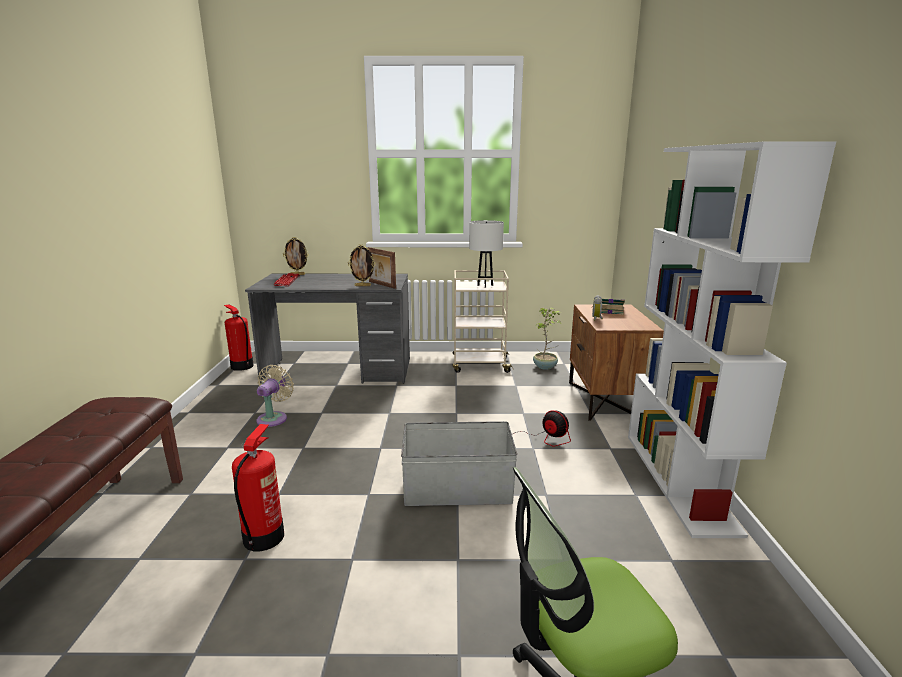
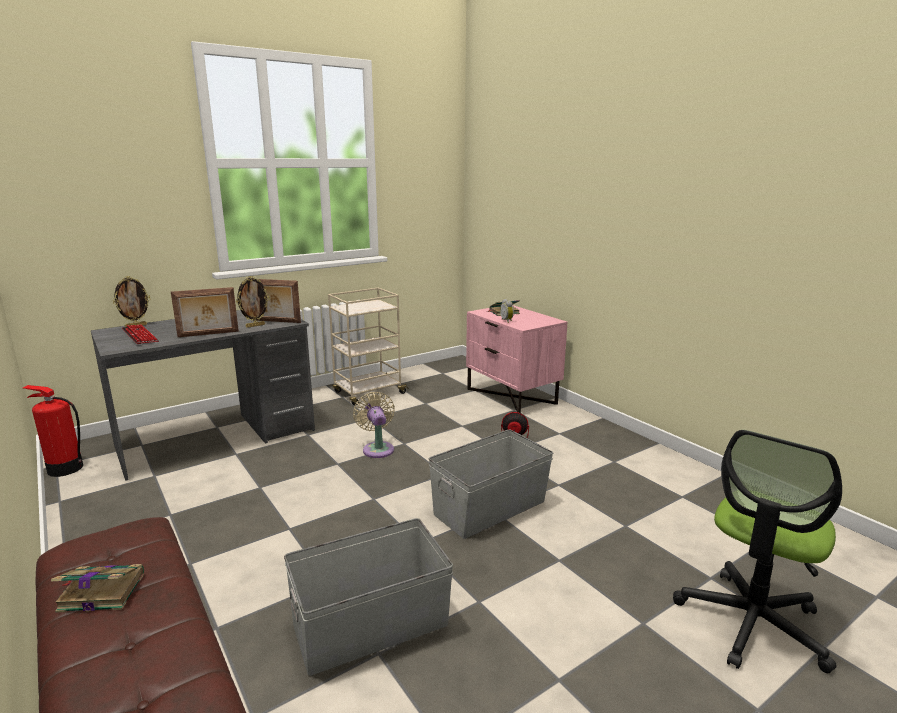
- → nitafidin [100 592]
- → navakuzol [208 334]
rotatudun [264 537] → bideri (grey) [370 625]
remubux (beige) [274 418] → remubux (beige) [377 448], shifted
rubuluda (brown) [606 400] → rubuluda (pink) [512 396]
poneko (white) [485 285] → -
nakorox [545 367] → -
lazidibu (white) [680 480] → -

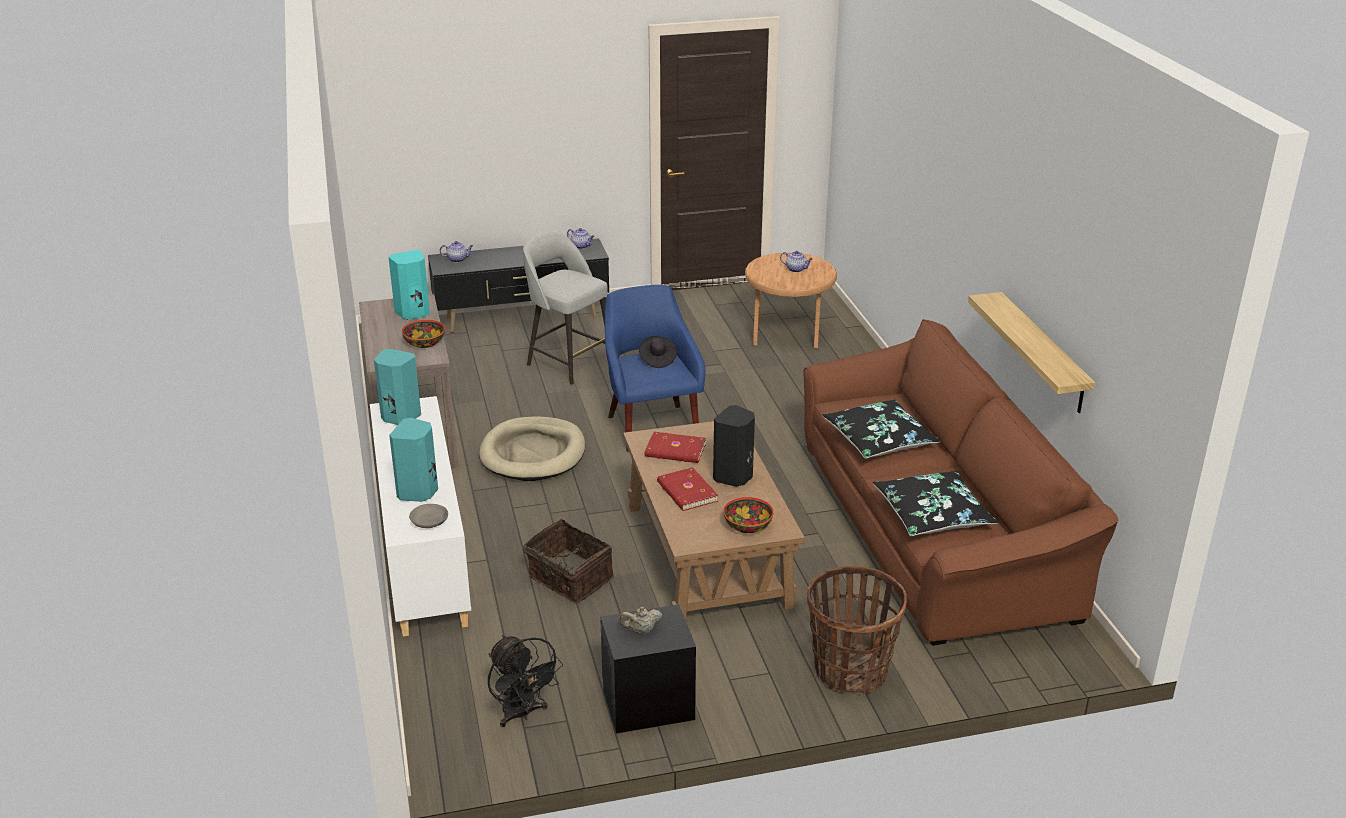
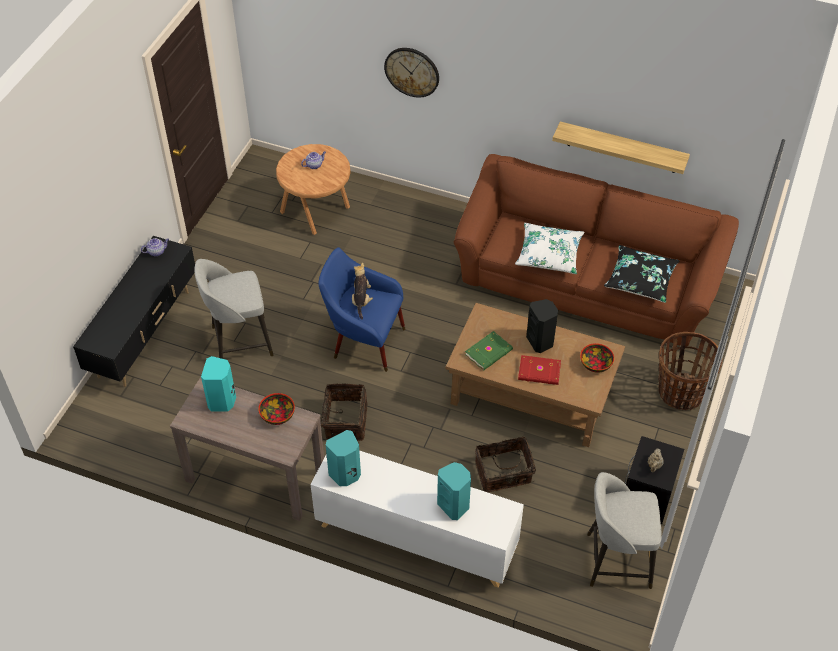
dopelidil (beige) [533 453] → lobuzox [344 421]
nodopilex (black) [657 359] → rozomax [361 300]
- → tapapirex [412 72]
nitafidin (red) [675 451] → nitafidin (green) [489 352]
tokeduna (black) [879 439] → tokeduna (white) [549 254]
remubux (black) [522 714] → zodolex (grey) [616 560]
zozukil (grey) [430 521] → -
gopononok [458 259] → -

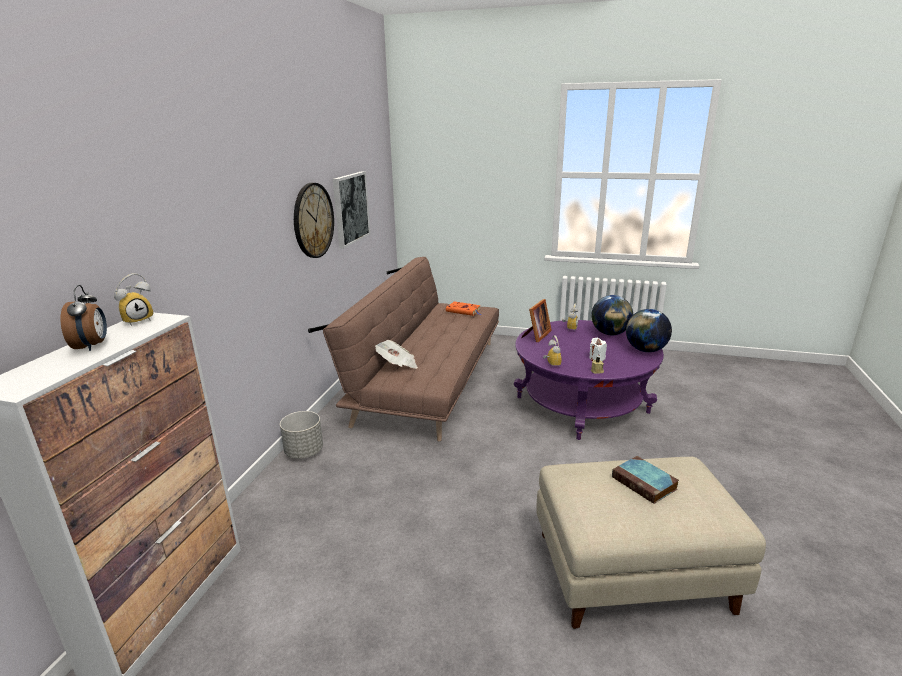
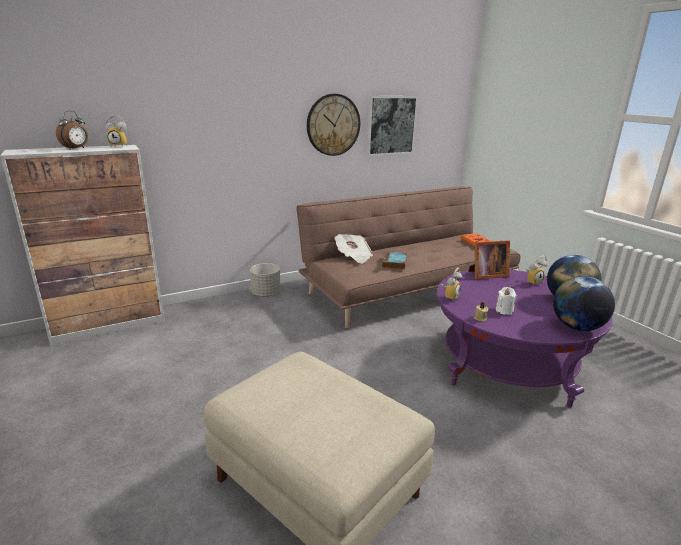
nitafidin [645 483] → nitafidin [394 263], shifted

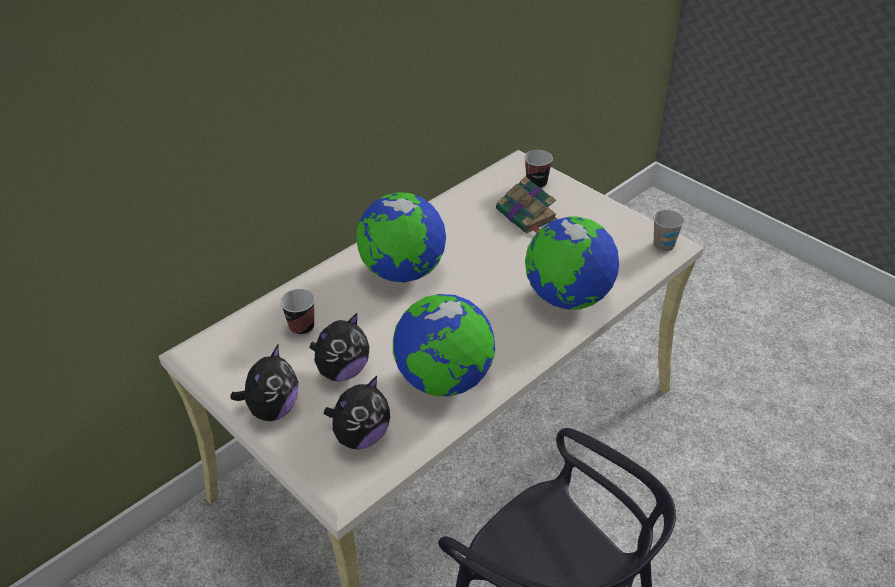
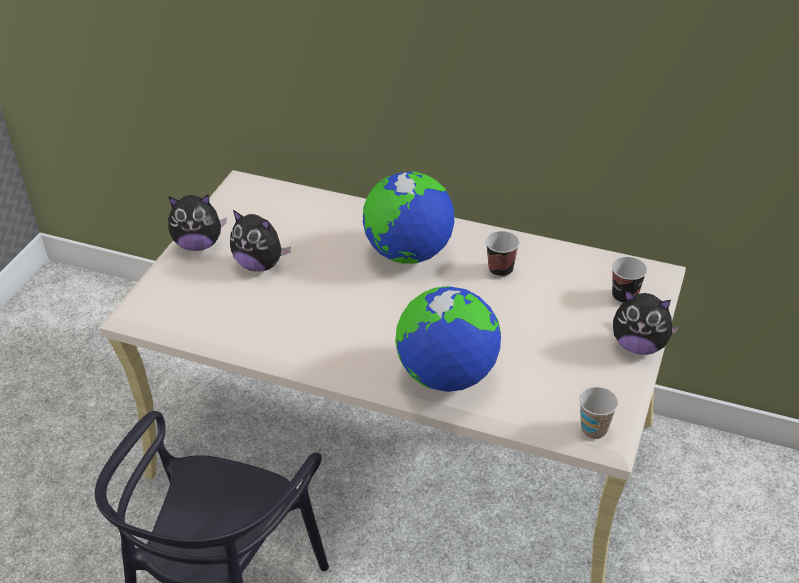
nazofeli [302 327] → nazofeli [500 270], shifted
rozomax [361 436] → rozomax [639 345], shifted
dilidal [444 380] → -
nitafidin [527 216] → -

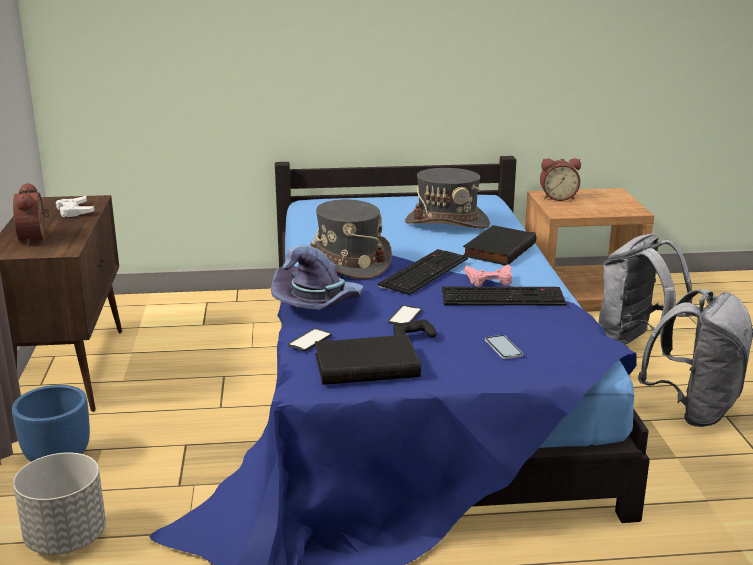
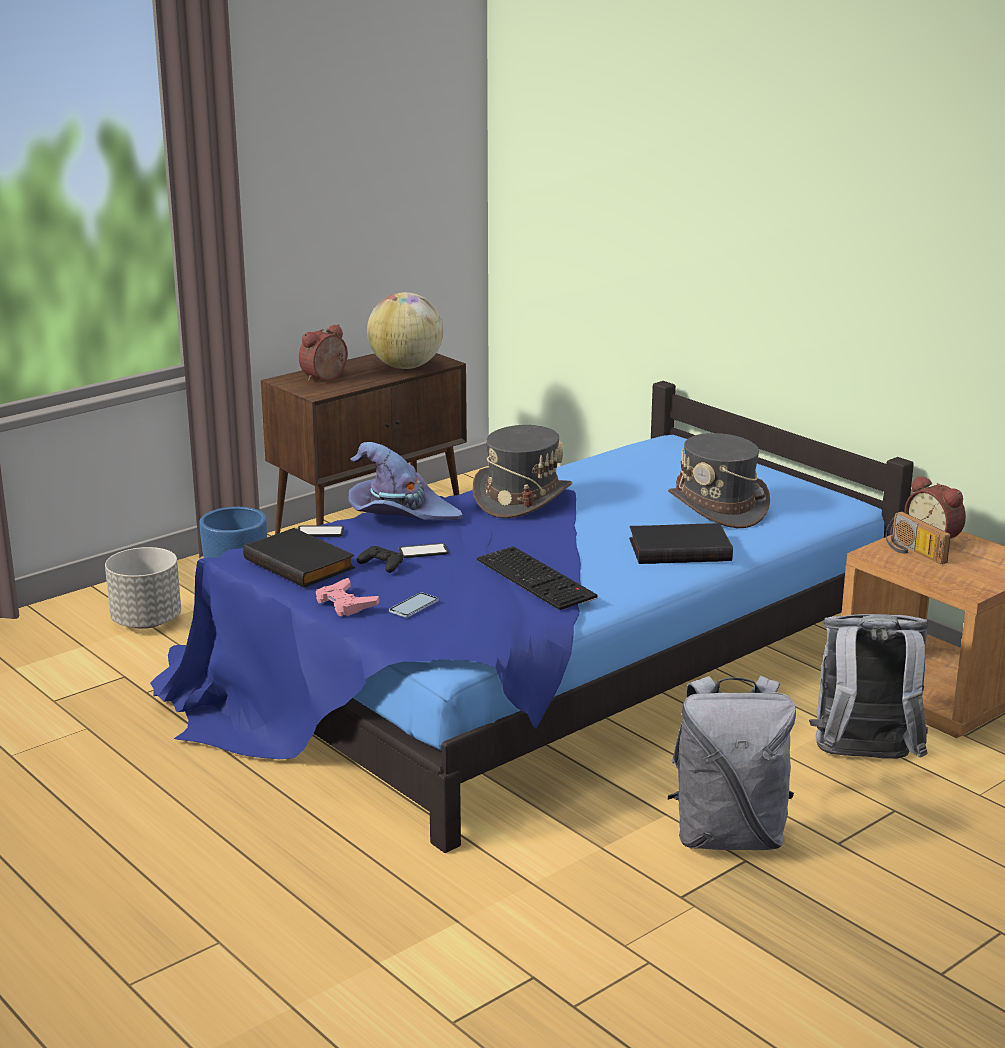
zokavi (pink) [489 280] → zokavi (pink) [345 603], shifted
zokavi (white) [74 211] → dilidal [406 367]
- → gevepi [912 552]
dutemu [423 271] → -

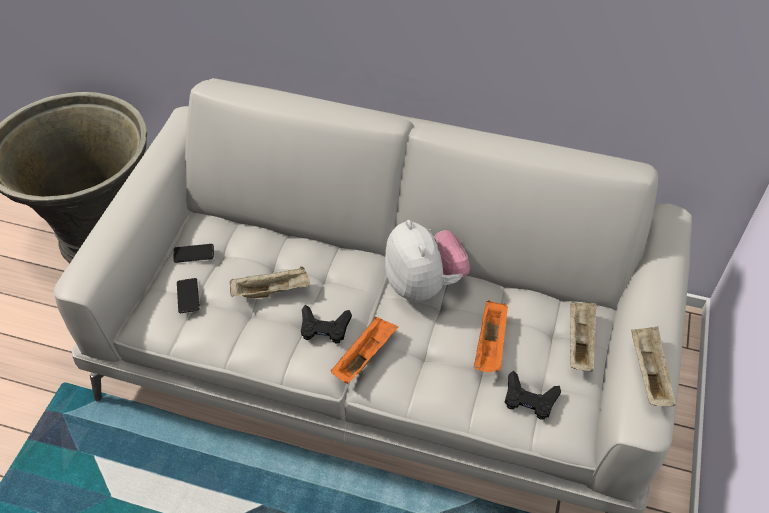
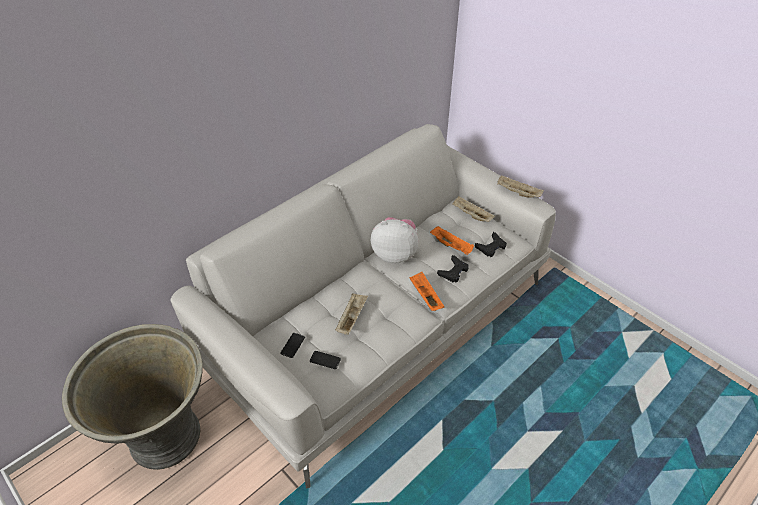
zokavi (black) [324 328] → zokavi (black) [453 271], shifted

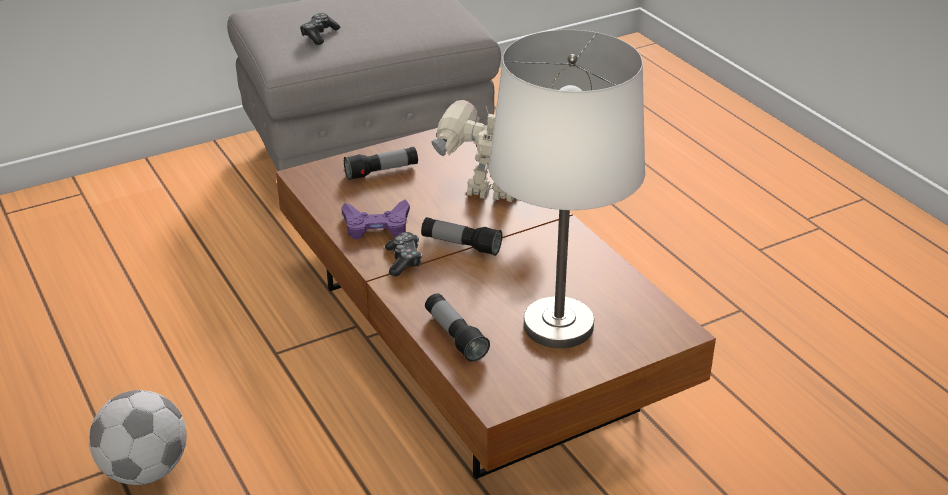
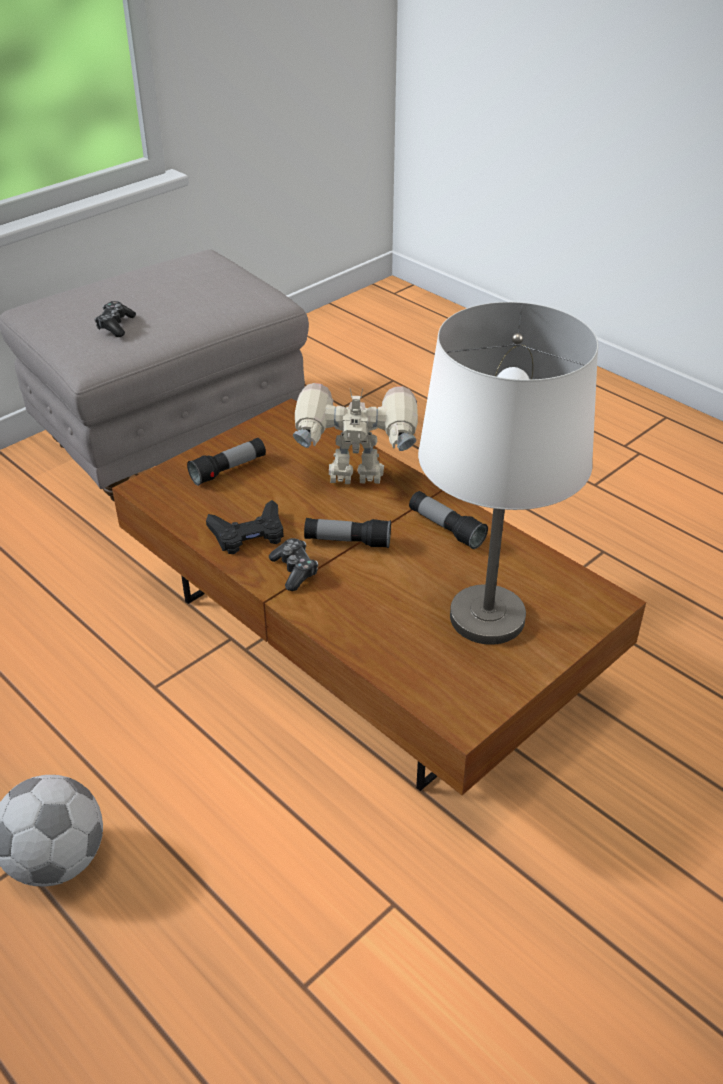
zokavi (purple) [376 225] → zokavi (black) [248 534]
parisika [455 336] → parisika [446 528], shifted

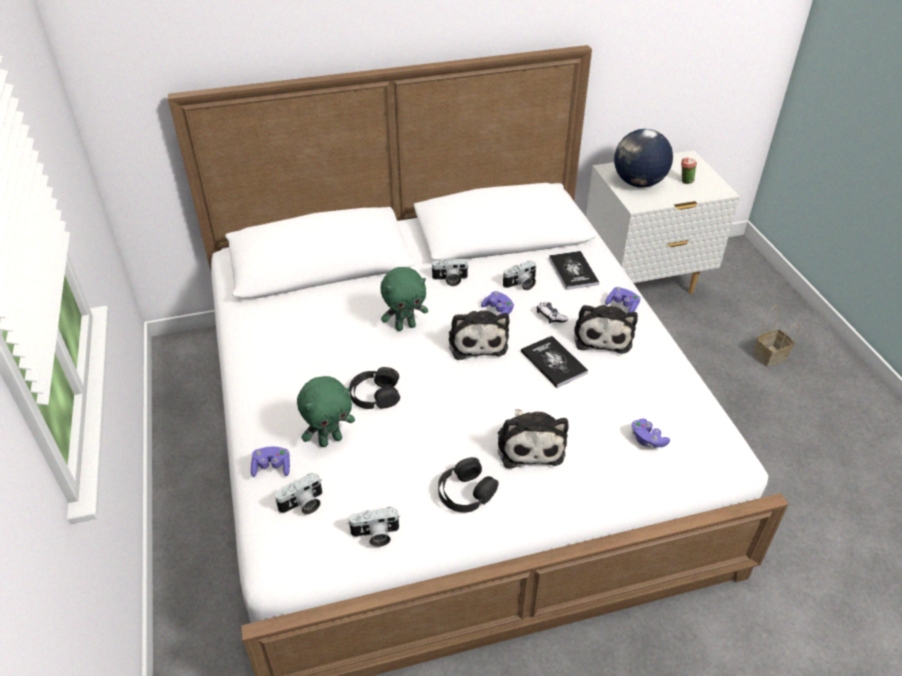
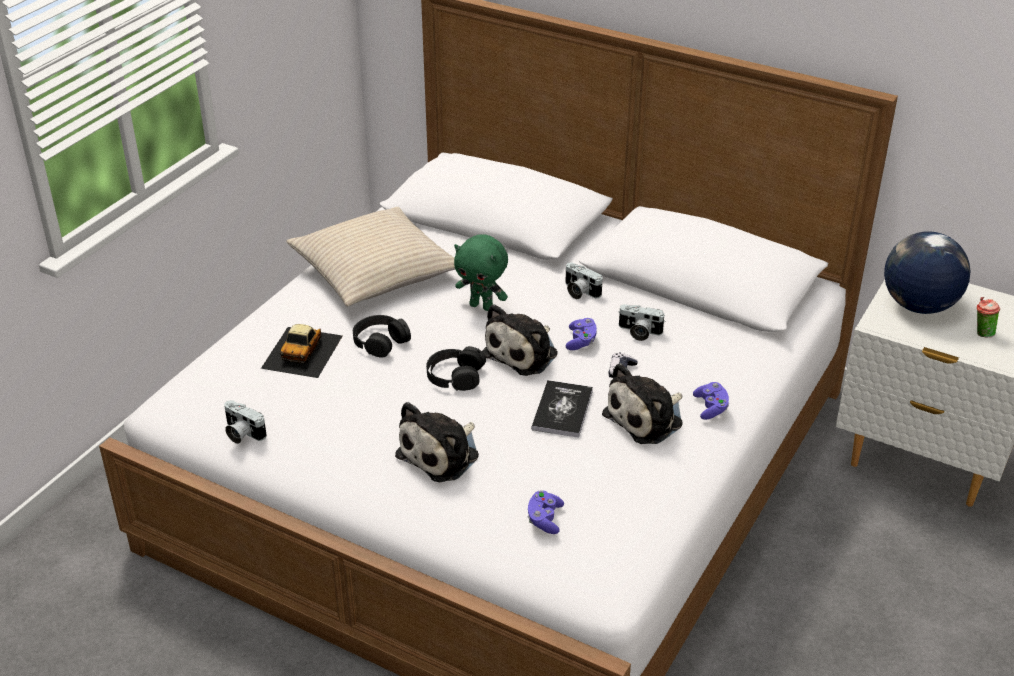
rozomax (green) [330 440] → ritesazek [303 351]
- → tokeduna (beige) [375 271]
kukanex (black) [466 492] → kukanex (black) [455 375], shifted
zokavi (purple) [272 467] → -
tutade [303 505] → -
nitafidin [573 271] → -
lobuzox [769 357] → -

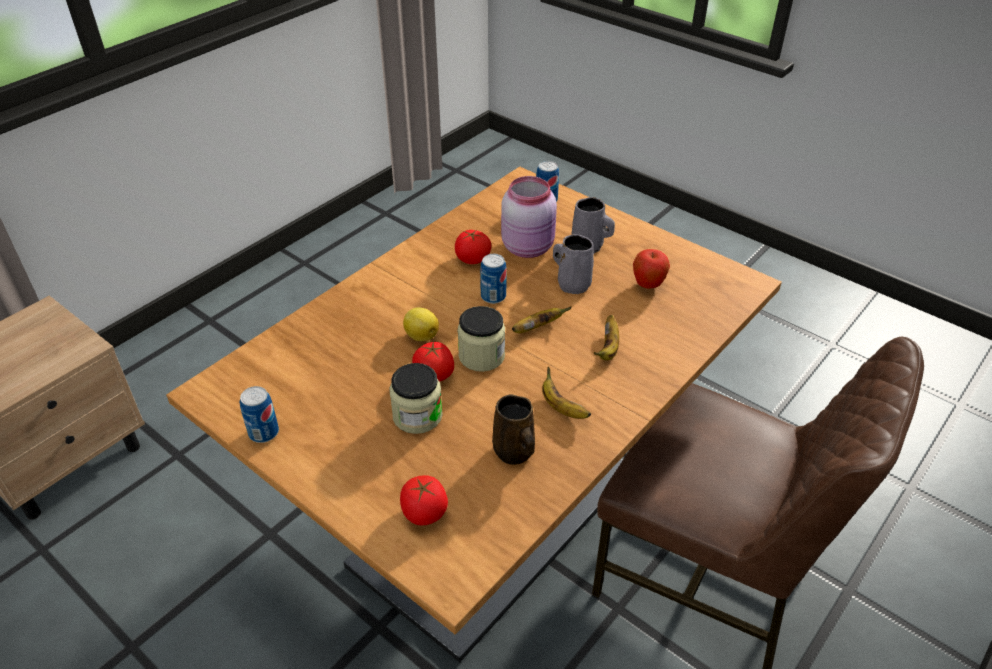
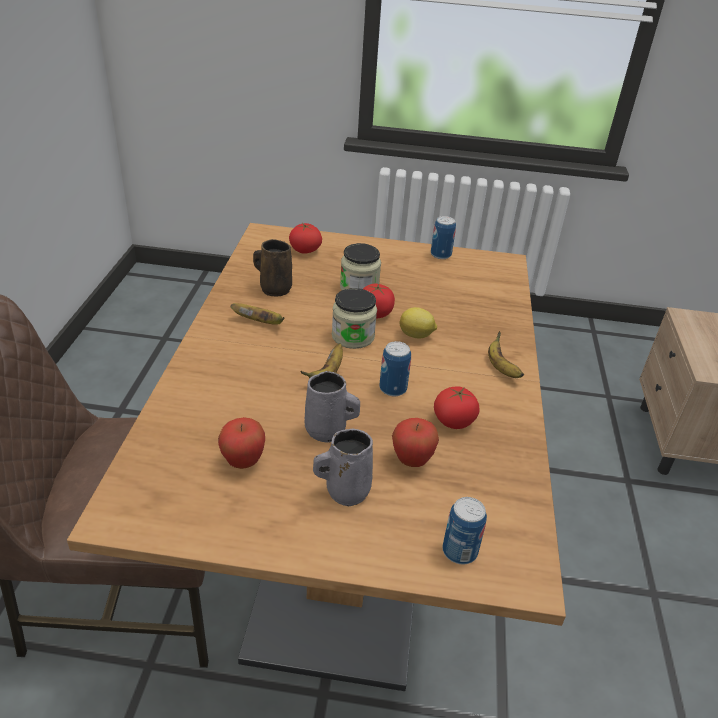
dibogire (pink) [529 247] → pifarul [412 461]
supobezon [608 348] → supobezon [501 368], shifted

